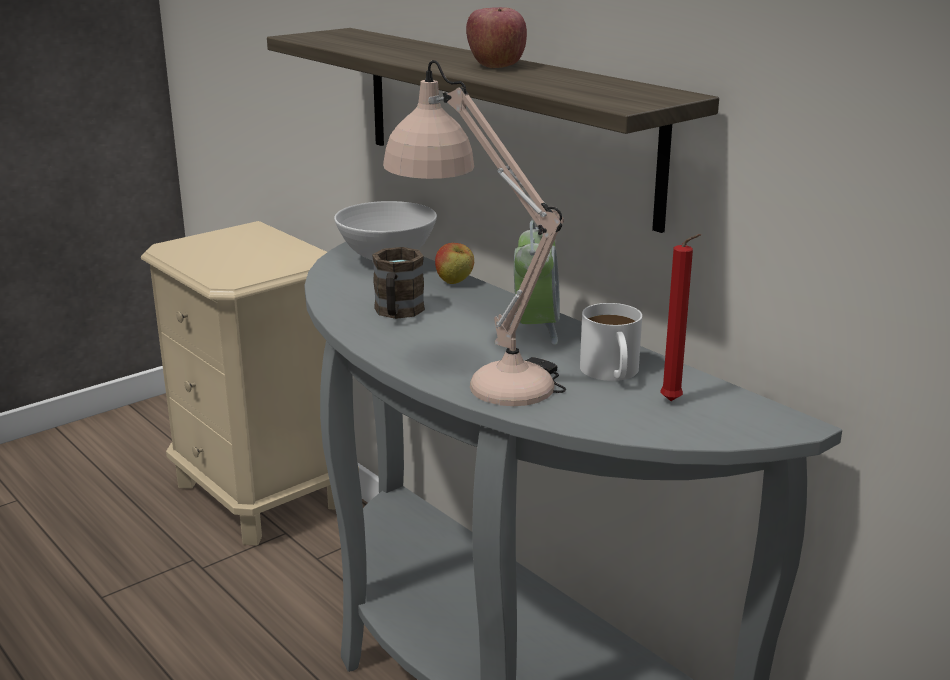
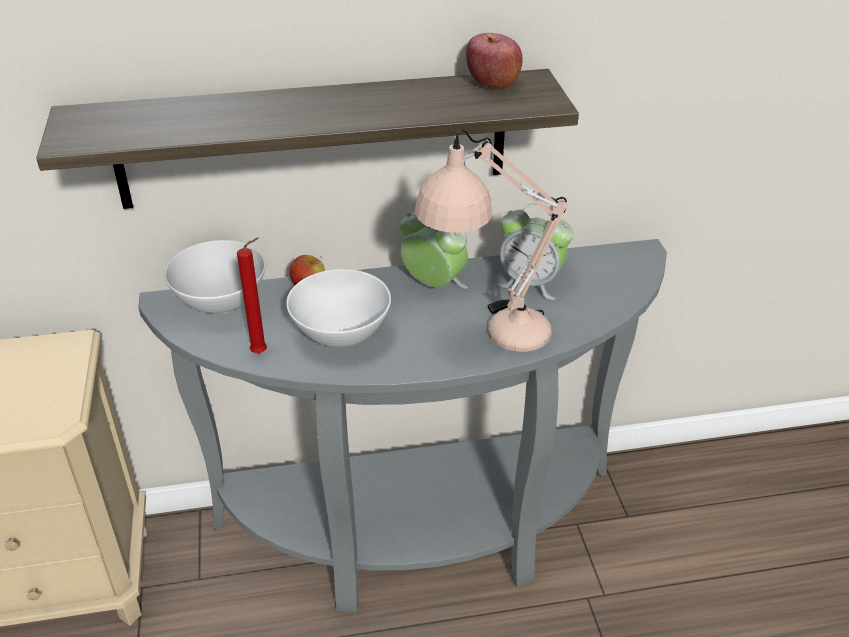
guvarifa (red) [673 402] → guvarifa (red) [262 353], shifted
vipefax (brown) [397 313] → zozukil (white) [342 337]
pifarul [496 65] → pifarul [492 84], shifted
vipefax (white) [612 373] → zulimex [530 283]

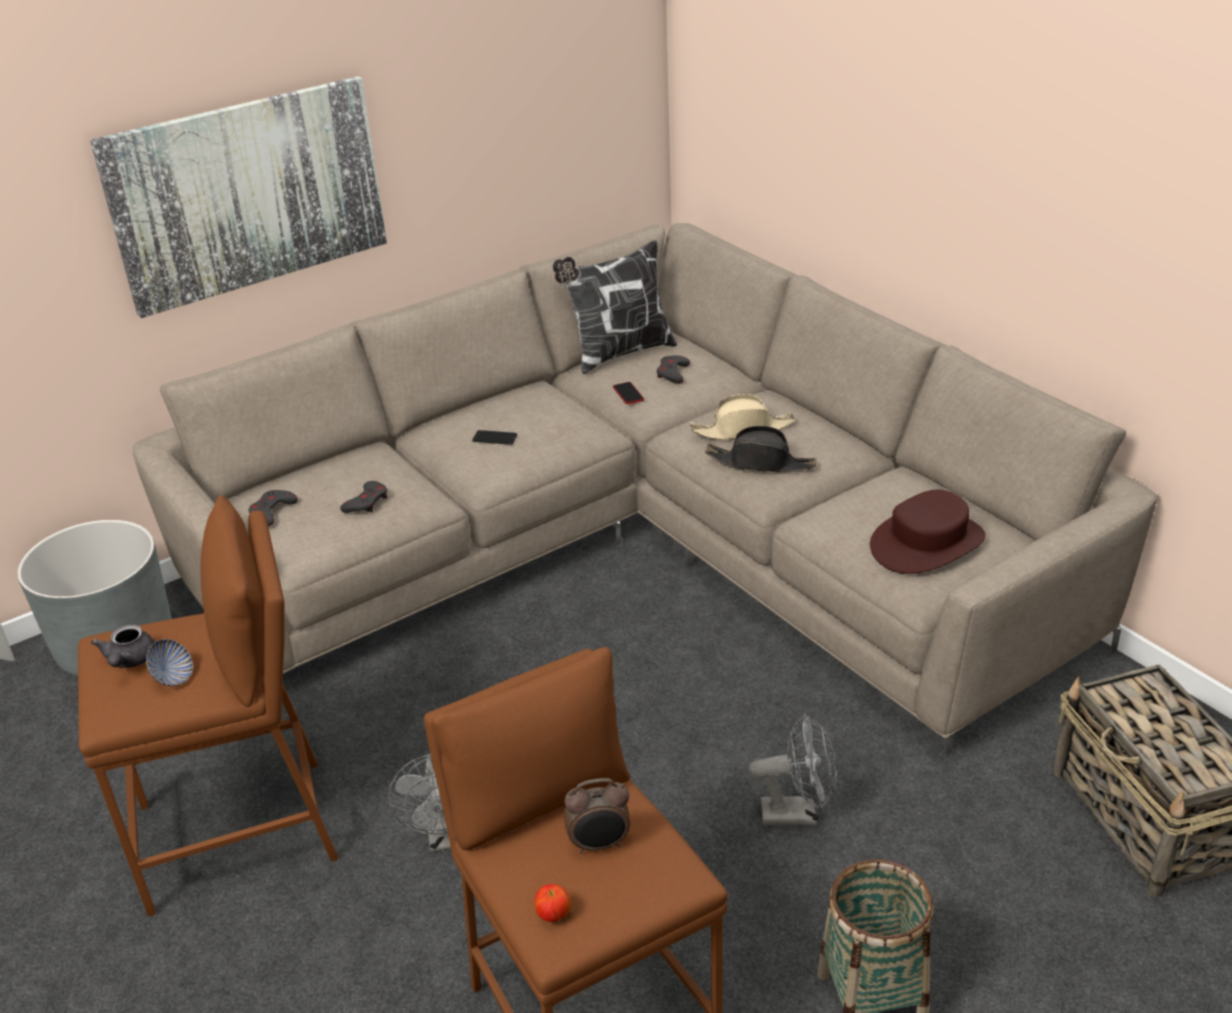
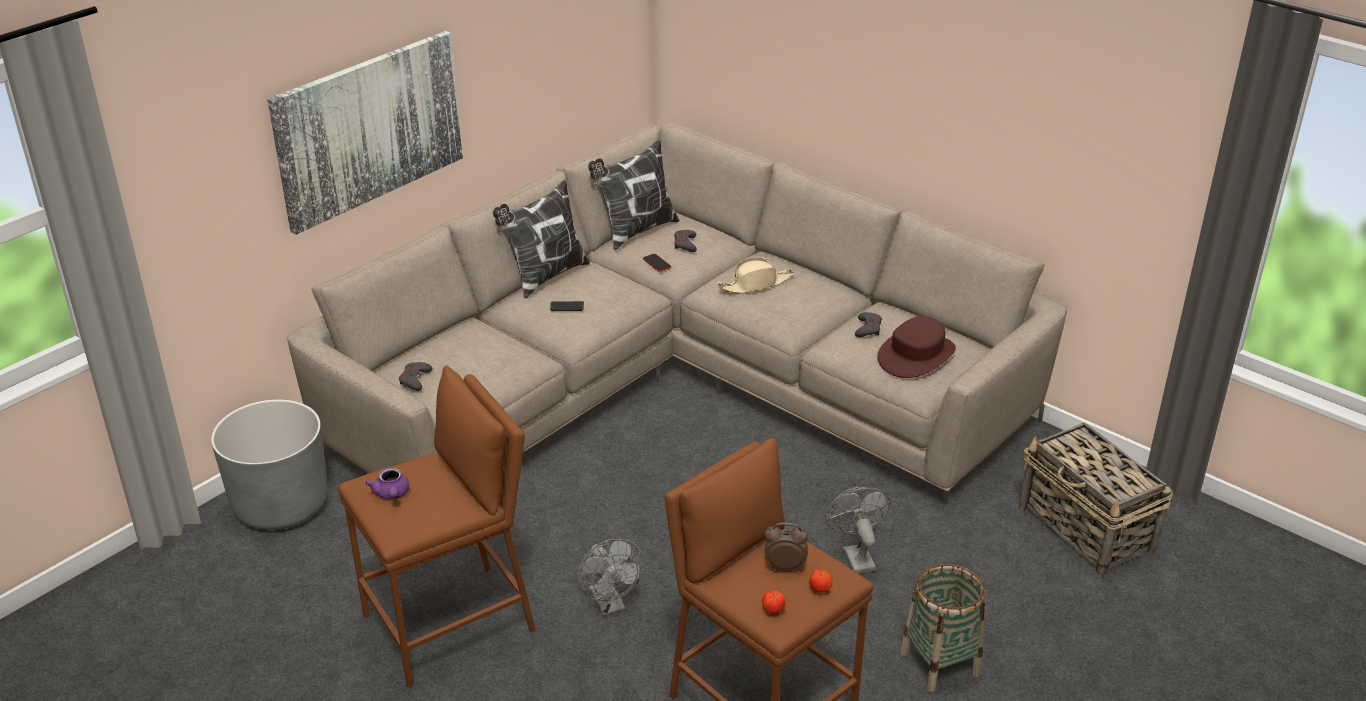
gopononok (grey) [129 661] → gopononok (purple) [391 494]
- → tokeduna [545 276]
zulimex [599 845] → zulimex [785 567], 150 degrees counterclockwise
- → pifarul [820 589]
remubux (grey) [798 813] → remubux (grey) [855 555], 90 degrees counterclockwise
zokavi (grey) [367 502] → zokavi (grey) [868 328], shifted
zozukil [173 677] → -
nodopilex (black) [760 463] → -

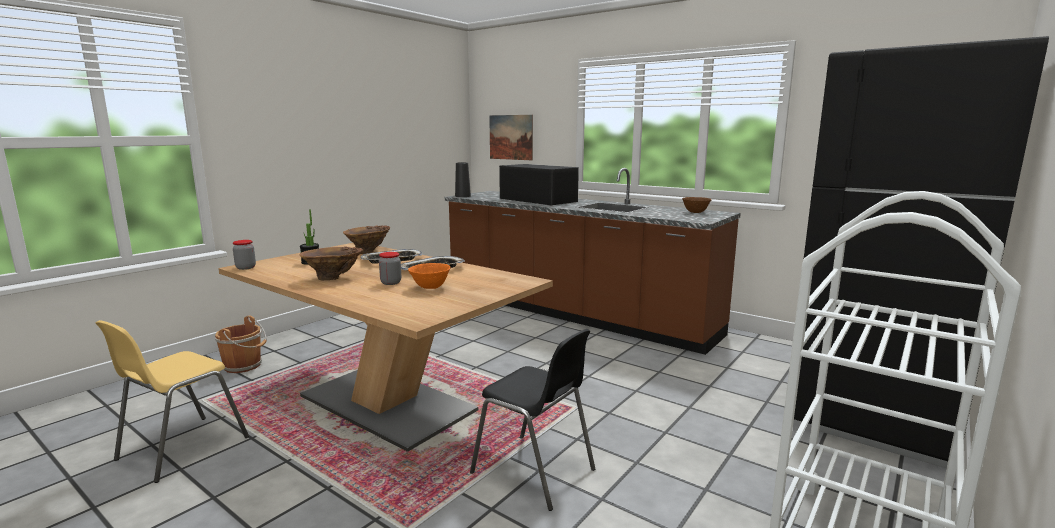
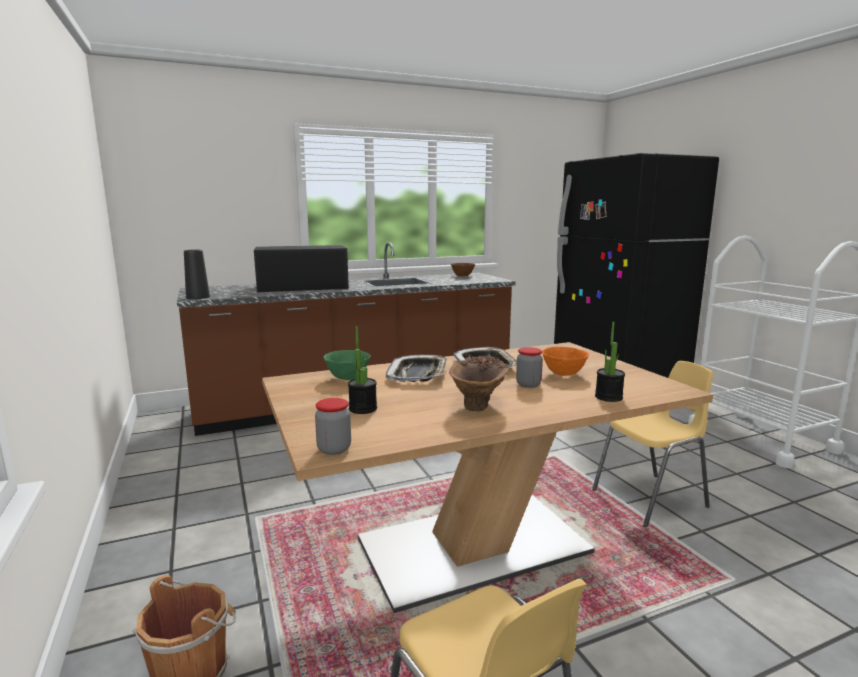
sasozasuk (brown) [369 252] → zozukil (green) [348 378]
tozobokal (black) [534 472] → tozobokal (yellow) [651 499]
- → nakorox [608 397]
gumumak [511 137] → -

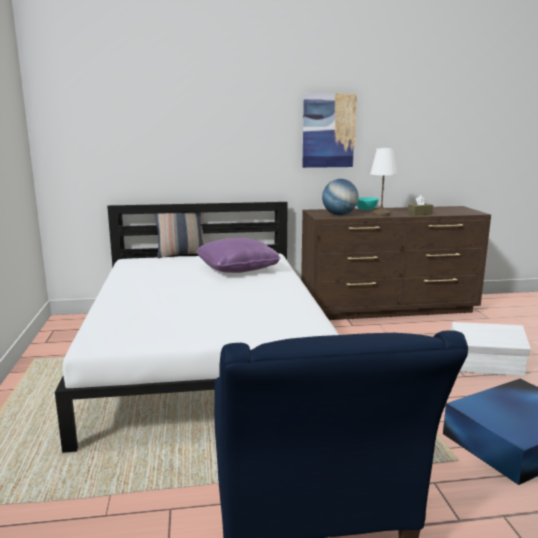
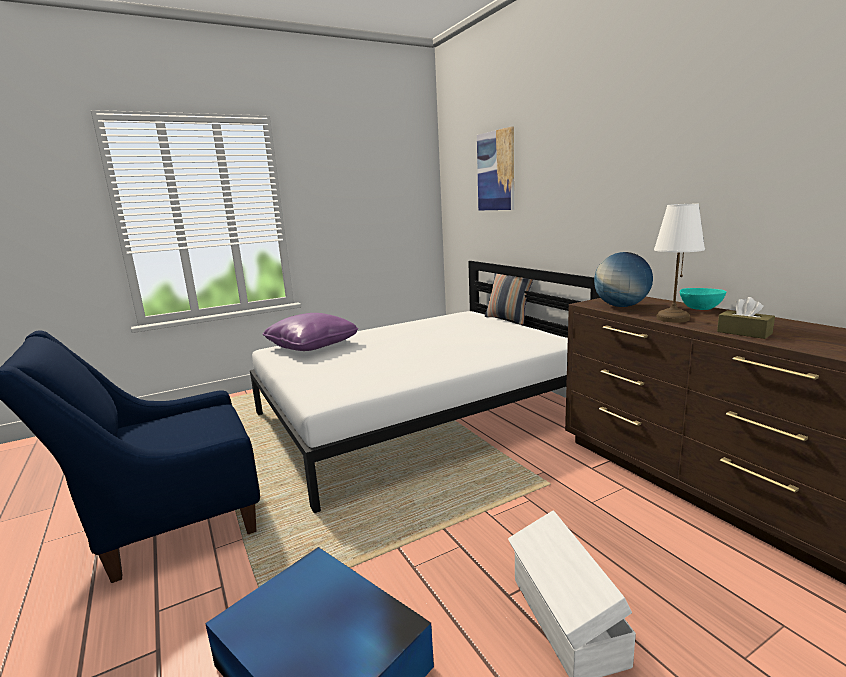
tokeduna (purple) [237 268] → tokeduna (purple) [312 346], shifted
gumumak [329 131] → gumumak [496 171], shifted

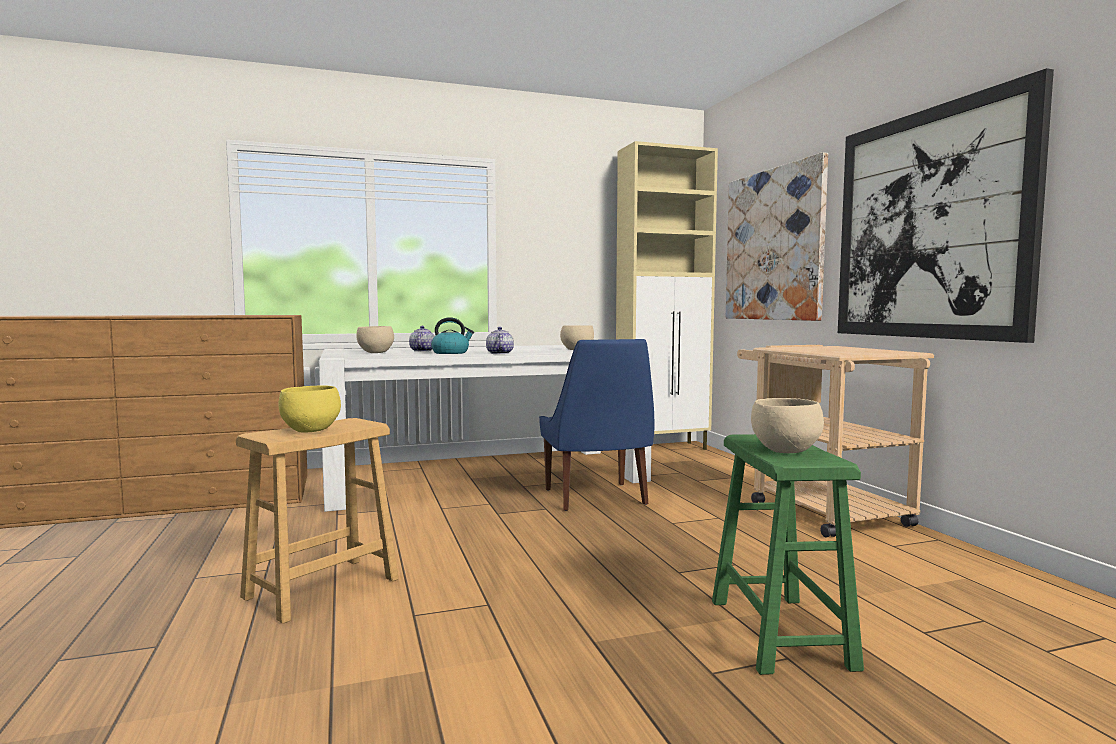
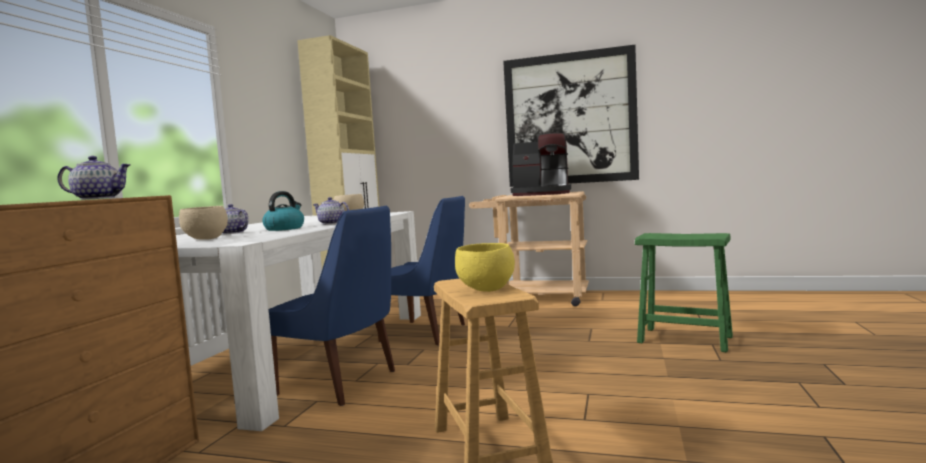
- → gopononok [97 198]
- → tozobokal (blue) [341 383]
- → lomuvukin [542 194]
gumumak [773 245] → -
zozukil (beige) [785 451] → -

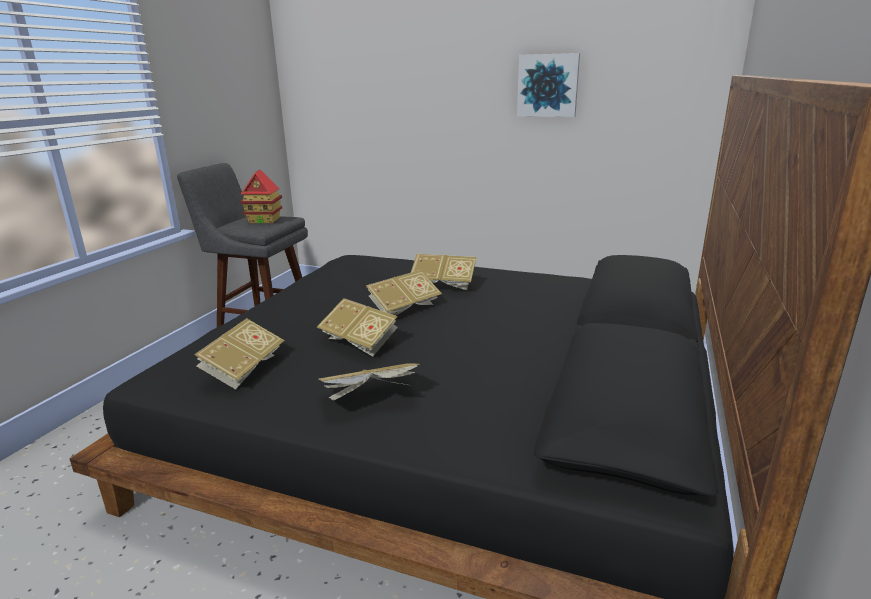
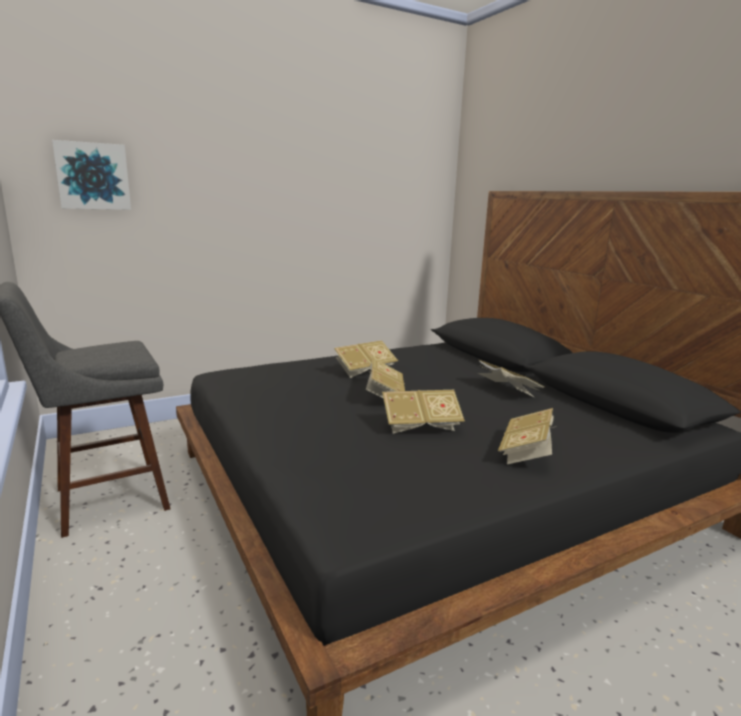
gumumak [548 85] → gumumak [93 176], shifted
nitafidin [243 369] → nitafidin [507 391], shifted
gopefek [264 220] → -

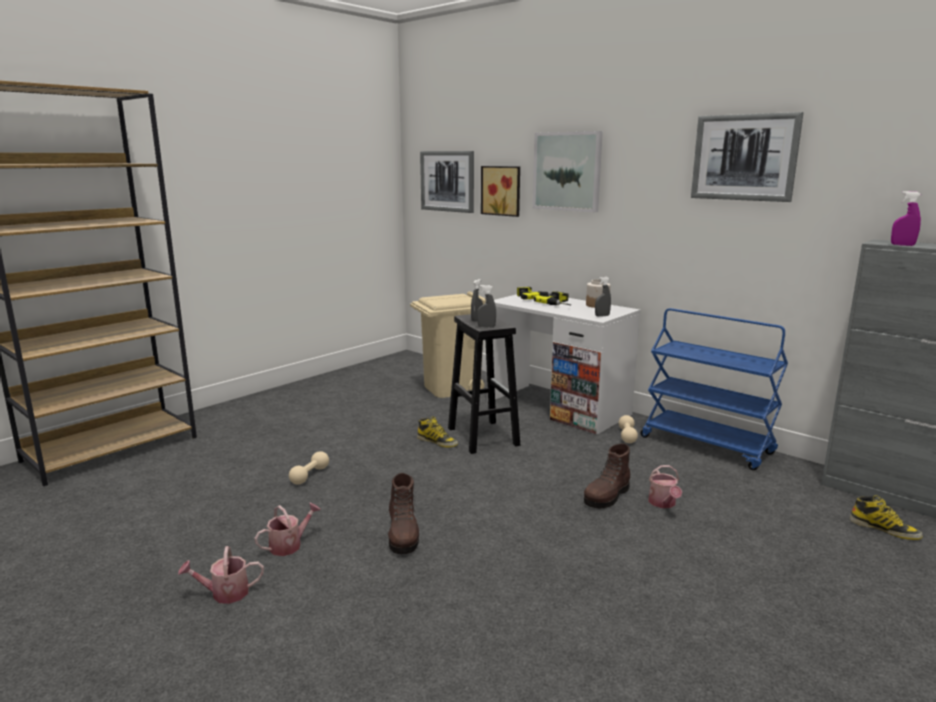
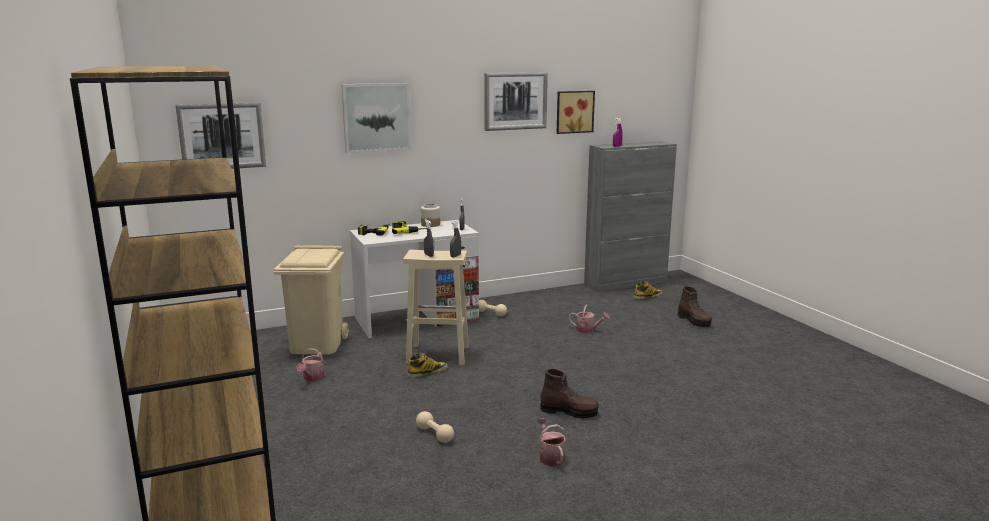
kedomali [225 593] → kedomali [312 378], shifted
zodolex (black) [482 436] → zodolex (beige) [437 354]
gumumak [502 190] → gumumak [574 112], shifted
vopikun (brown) [607 497] → vopikun (brown) [694 321], shifted
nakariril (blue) [707 445] → -

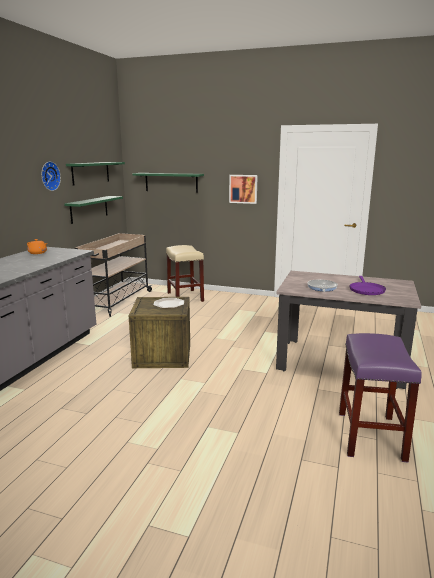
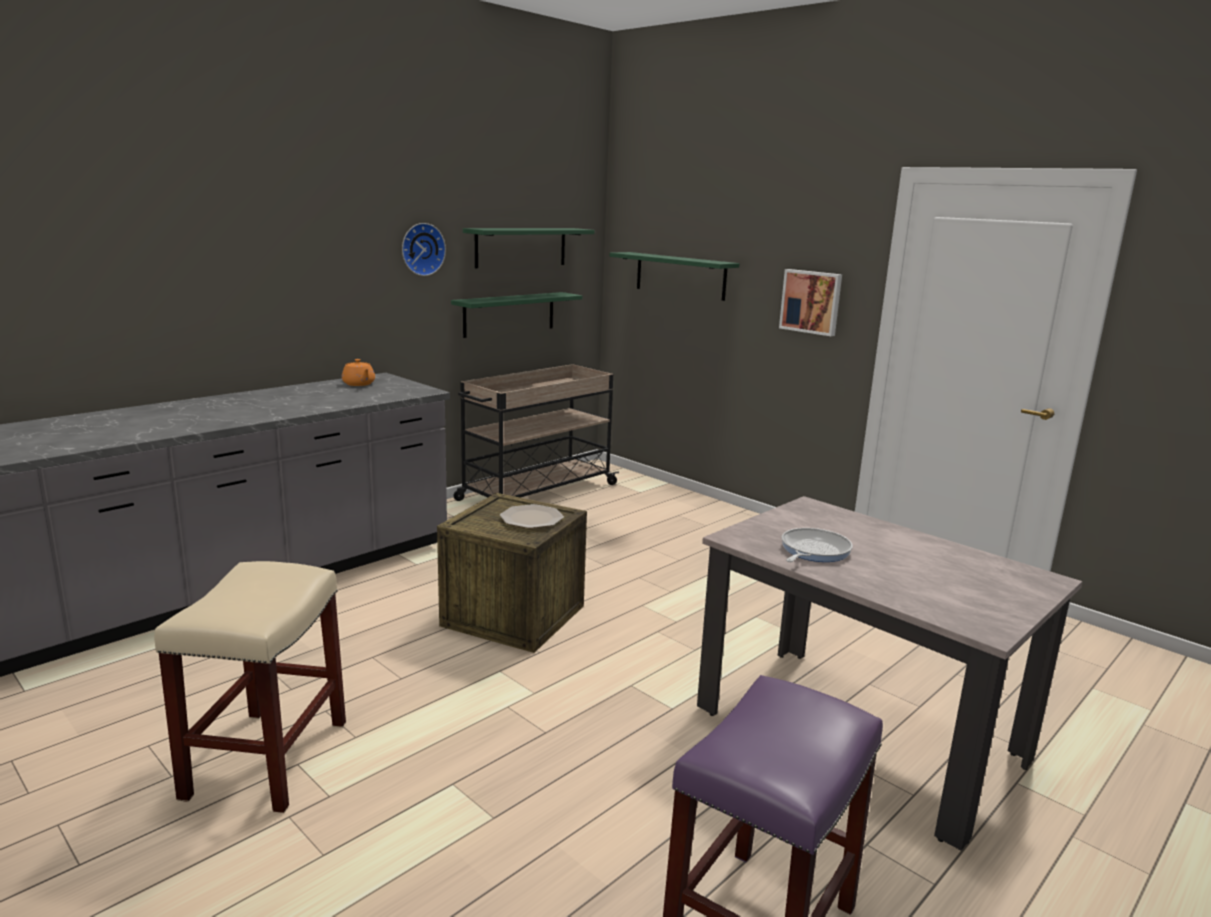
zodolex (beige) [184 297] → zodolex (beige) [267 758], shifted
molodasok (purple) [366 290] → -

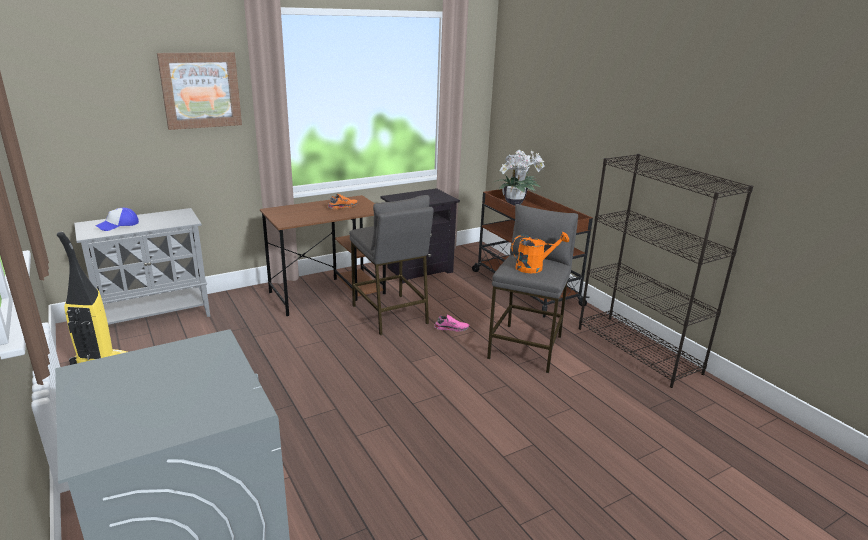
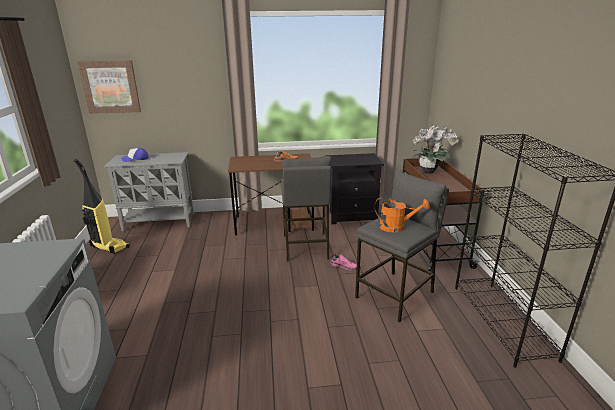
gumumak [200 90] → gumumak [110 87], shifted

